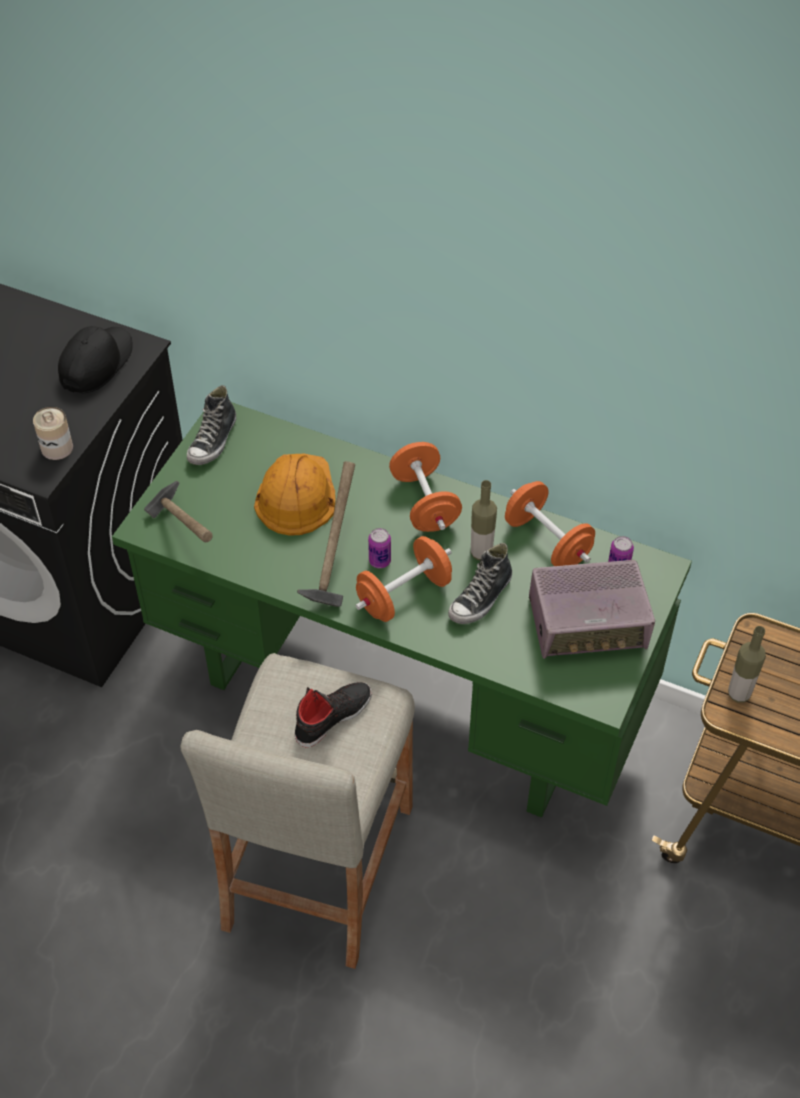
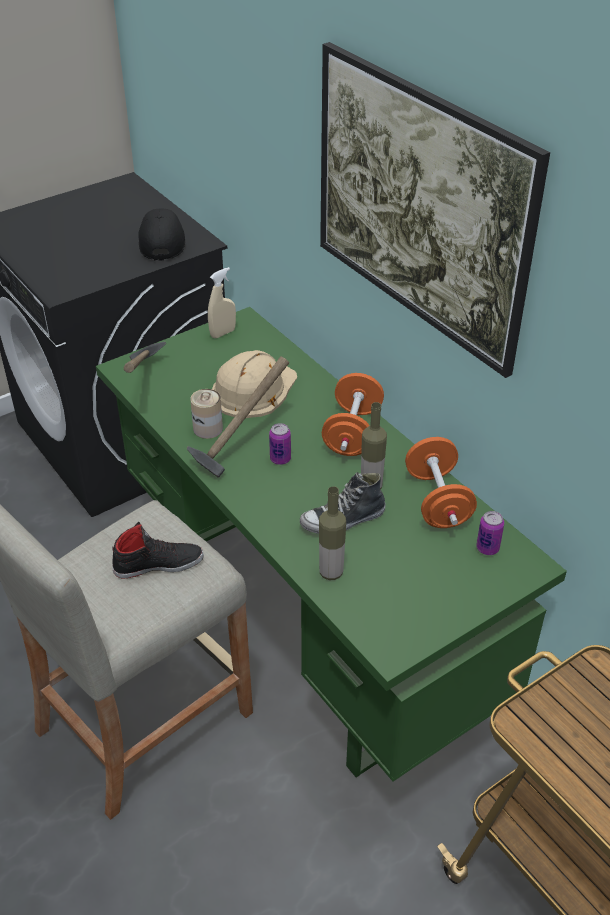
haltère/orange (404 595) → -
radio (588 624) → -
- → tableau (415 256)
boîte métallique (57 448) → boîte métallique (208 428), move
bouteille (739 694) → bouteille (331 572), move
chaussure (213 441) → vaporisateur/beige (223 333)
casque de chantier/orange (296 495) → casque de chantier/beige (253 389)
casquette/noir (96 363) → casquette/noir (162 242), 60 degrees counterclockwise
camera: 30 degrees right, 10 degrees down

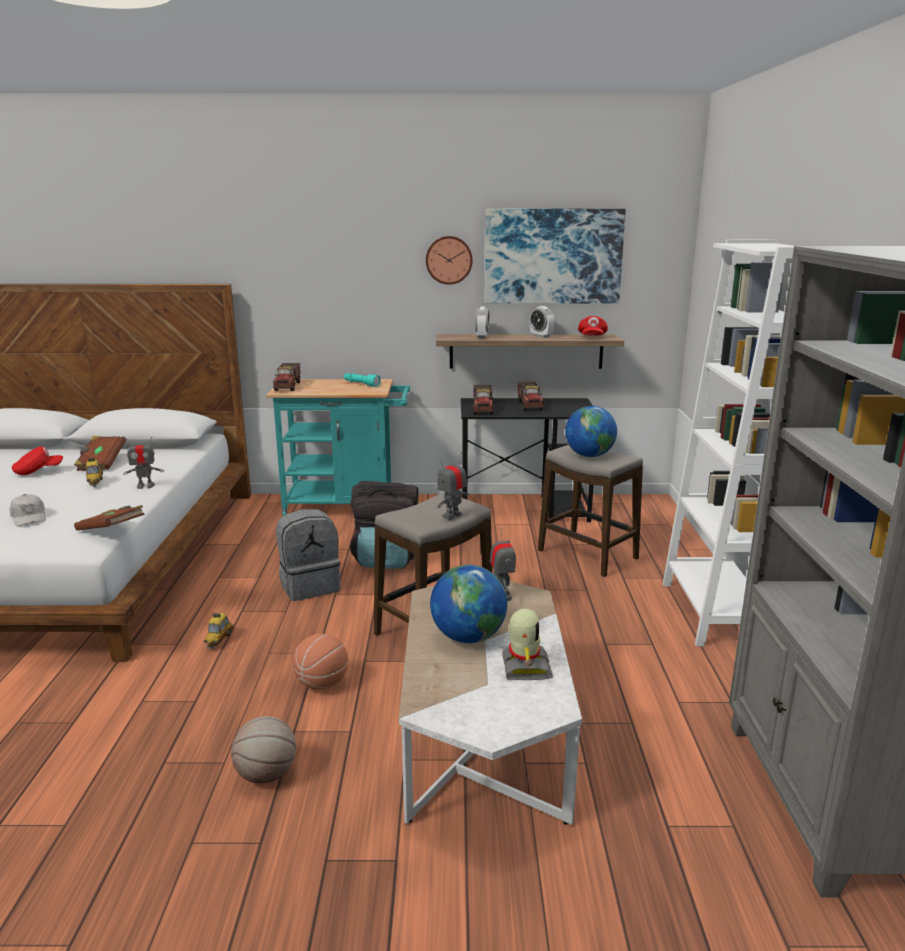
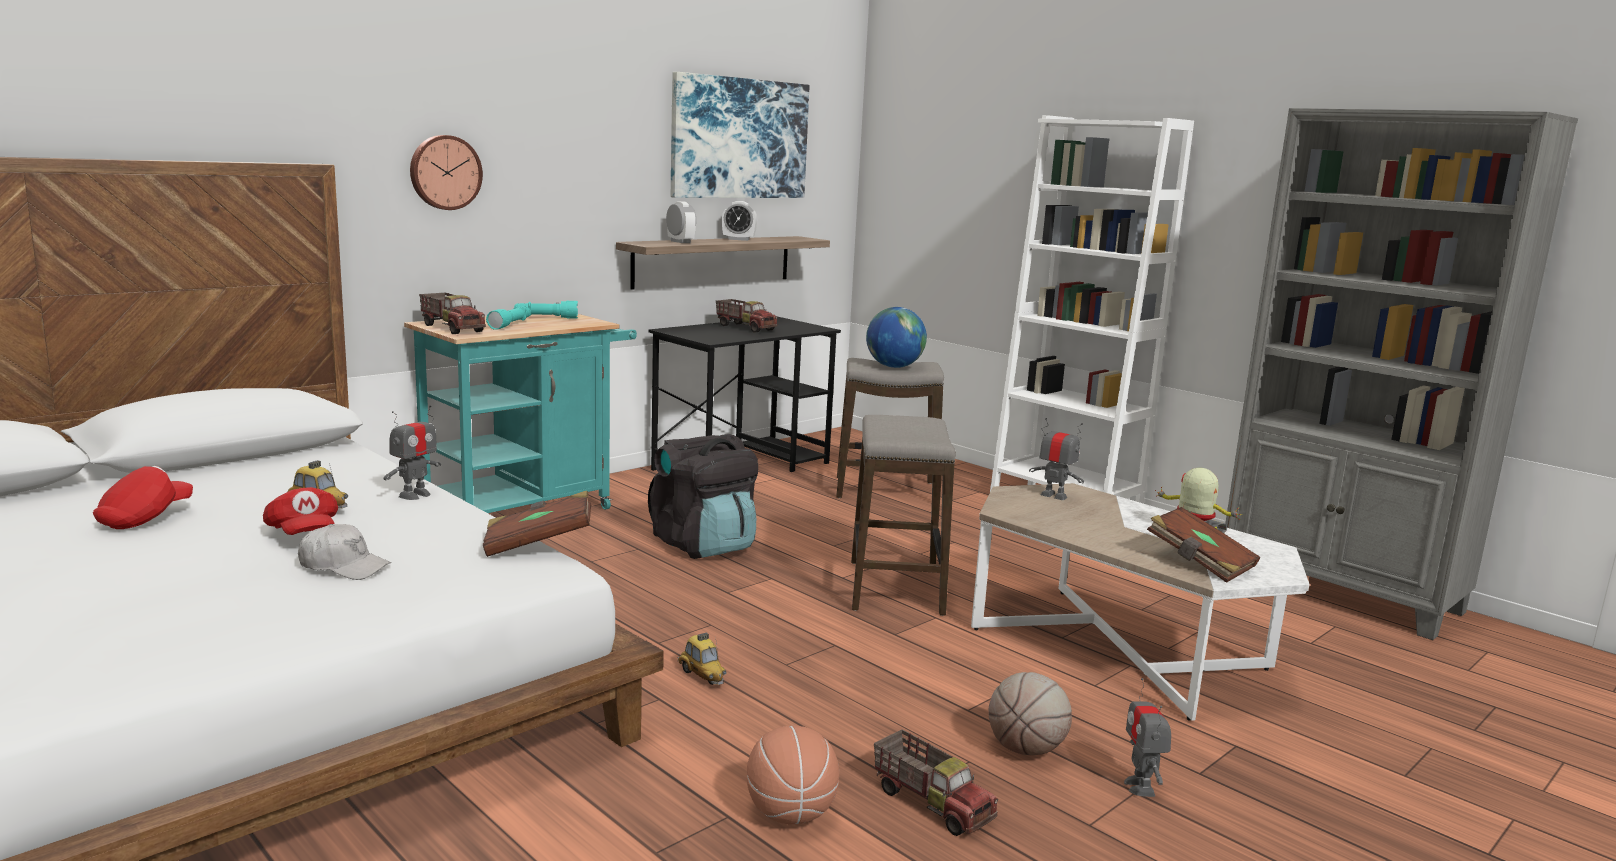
sac à dos/gris (310 586) → -
globe (468 637) → -
- → lampe de poche/turquoise (511 325)
livre/marron (101 463) → livre/marron (1199 563), move
ballon de basket (322 683) → ballon de basket (790 814), move
horloge murale (449 260) → horloge murale (444 172), move
robot jouet (452 516) → robot jouet (1140 787), move
camion jouet (483 409) → camion jouet (932 803), move
casquette/rouge (592 337) → casquette/rouge (303 534), move
camera: 45 degrees left, 5 degrees down

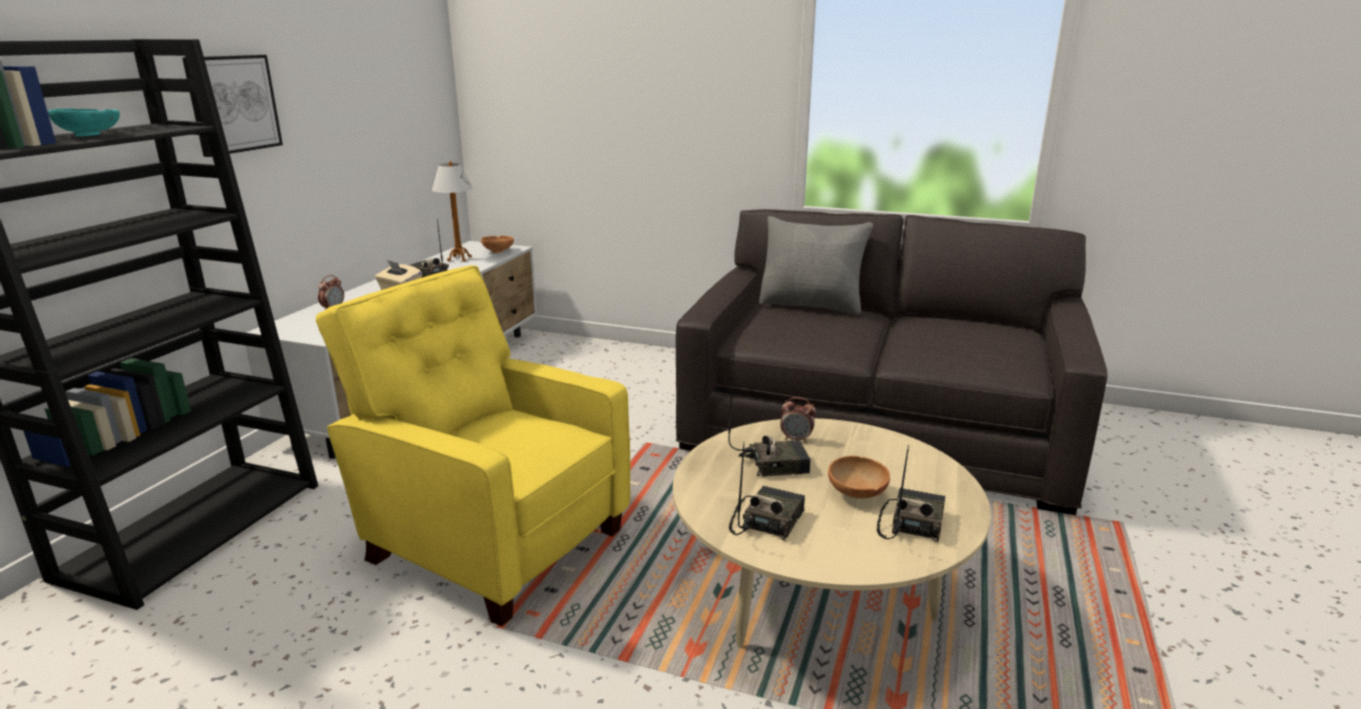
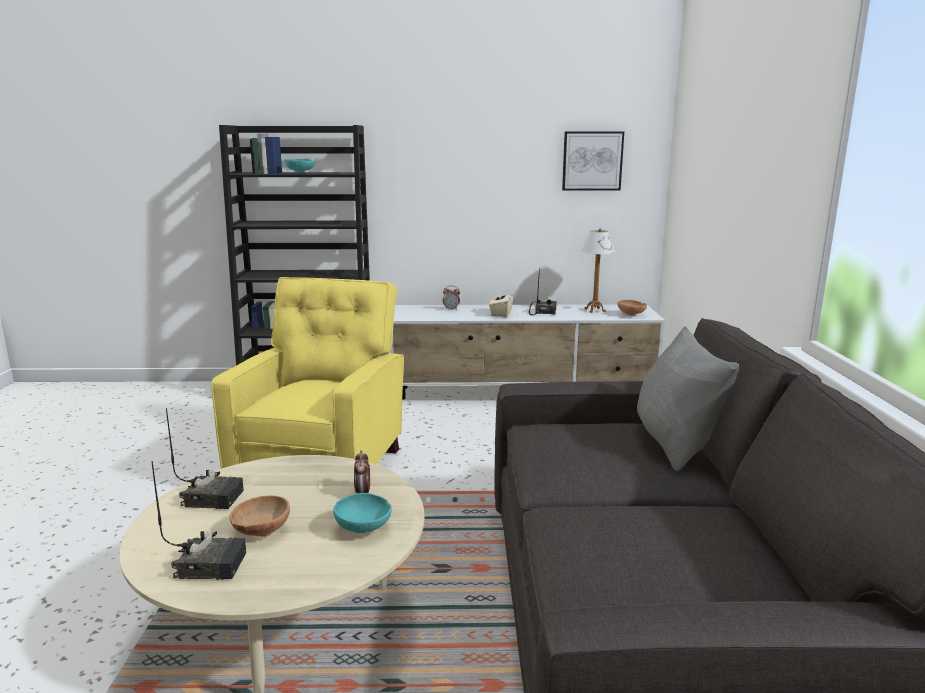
radio (774 463) → -
- → bol/turquoise (364 529)
tableau (232 104) → tableau (592 161), move
camera: 70 degrees right, 5 degrees down

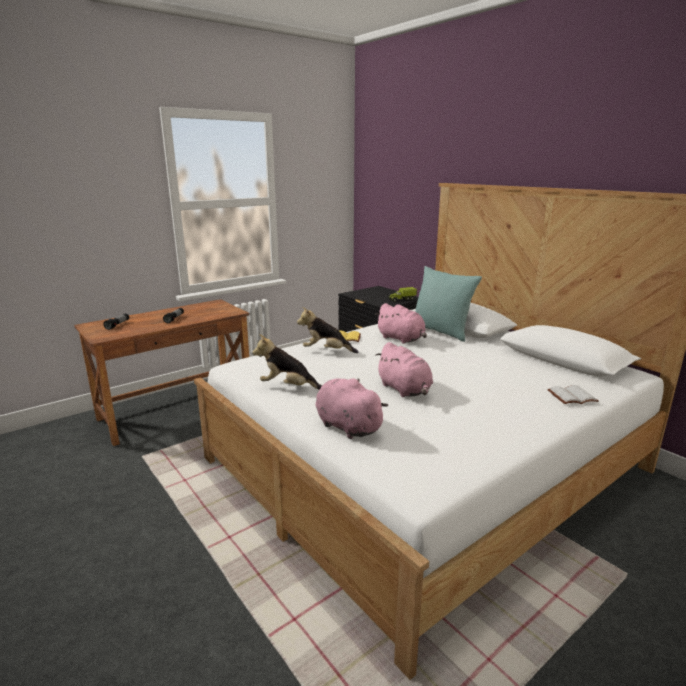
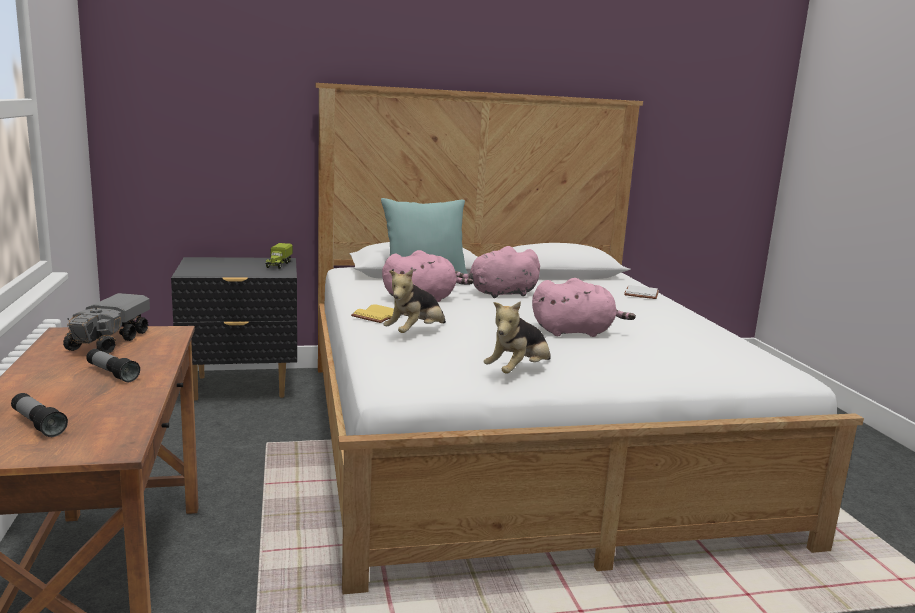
- → camion jouet (109 341)
peluche/rose (346 426) → peluche/rose (500 294), move
camera: 65 degrees left, 5 degrees down

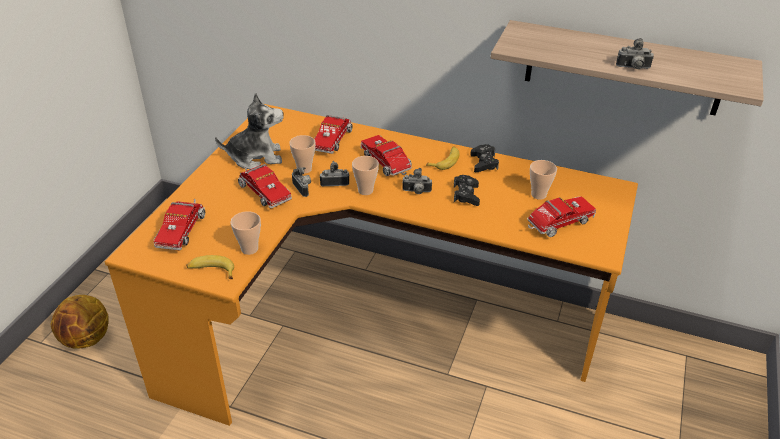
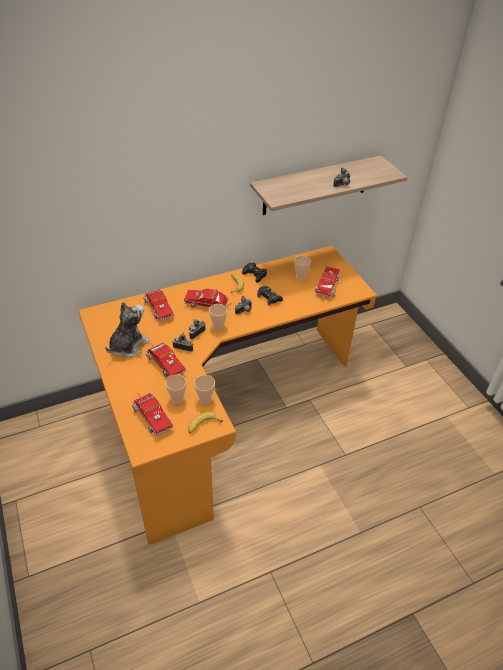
ballon de basket (86 339) → -
tasse (304 169) → tasse (177 399), move
camion jouet (263 192) → camion jouet (164 364), 45 degrees clockwise
camera: 45 degrees left, 5 degrees up

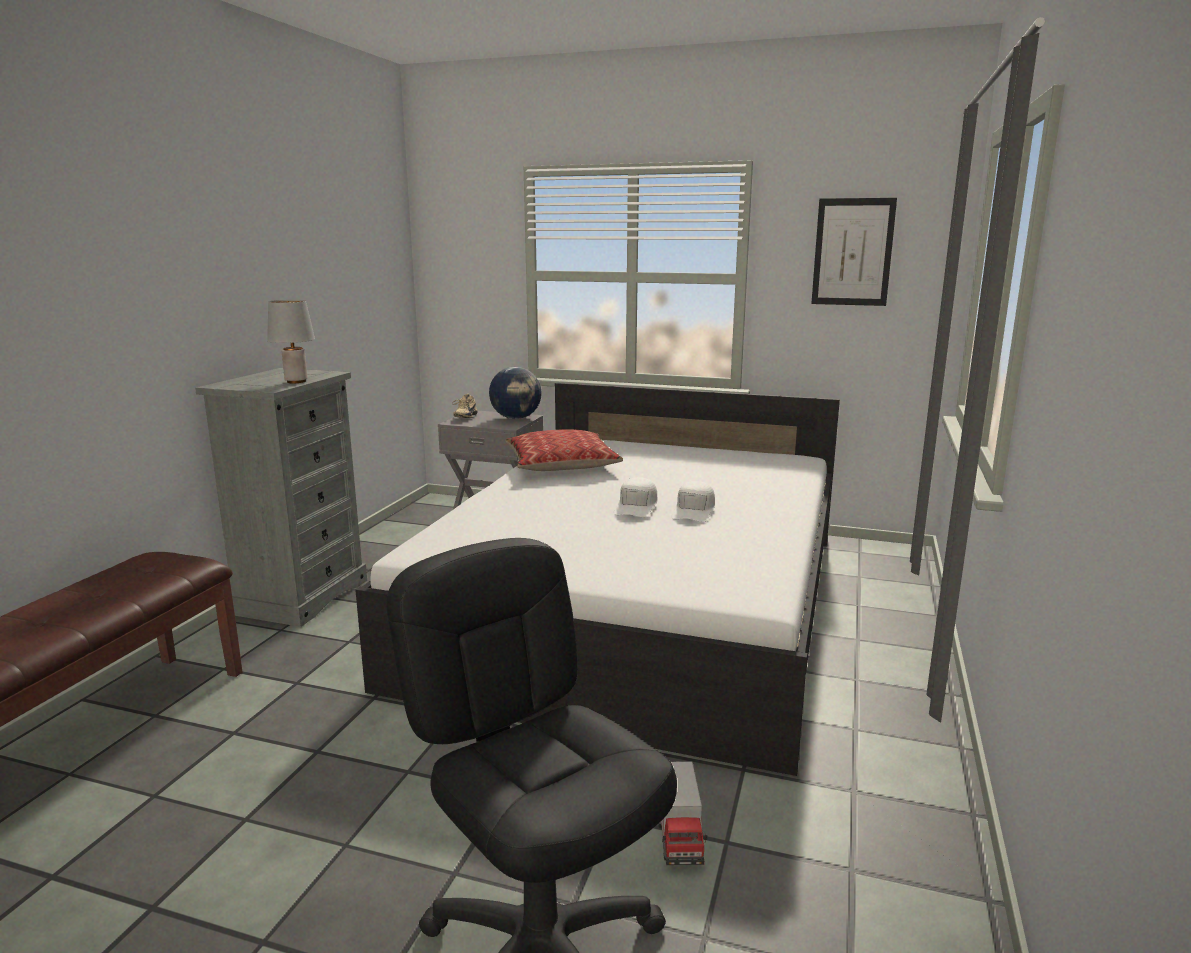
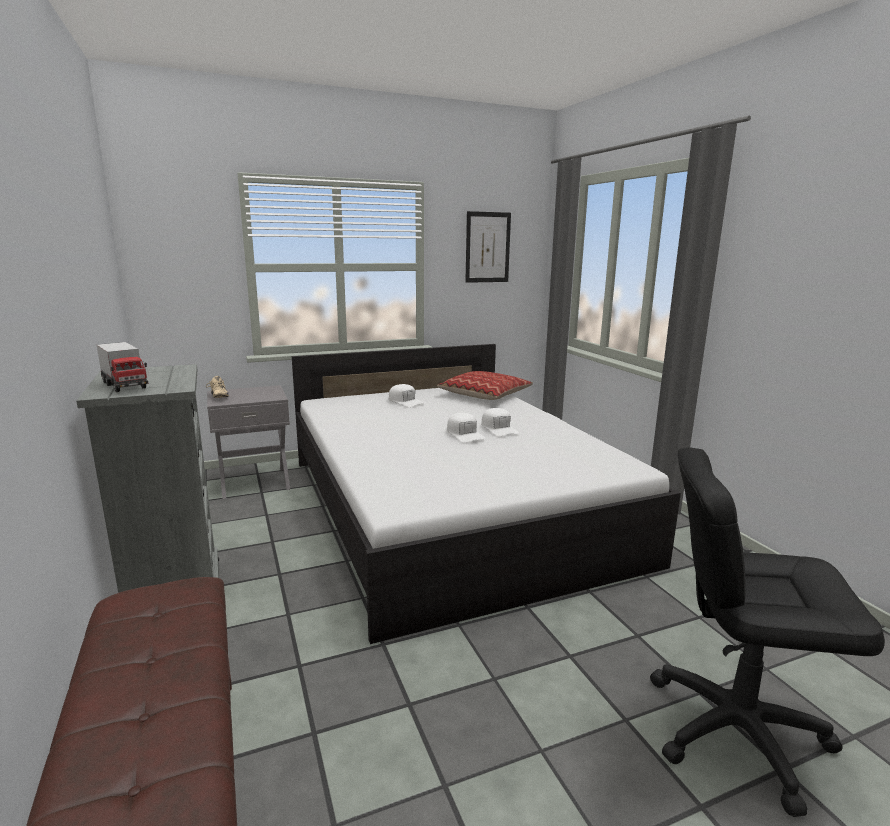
lampe de table/gris (295 381) → -
globe (516 418) → -
- → casquette/blanc (405 401)
coussin (561 464) → coussin (485 395), move
camion jouet (678 836) → camion jouet (125 385), move
camera: 40 degrees left, 0 degrees up

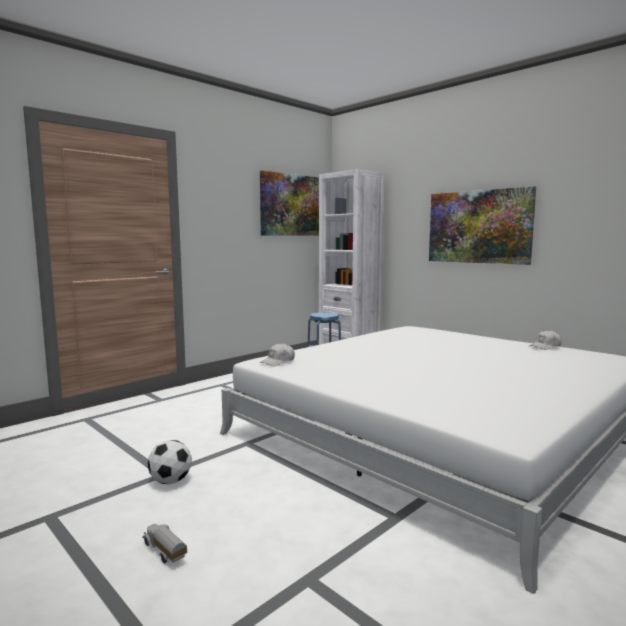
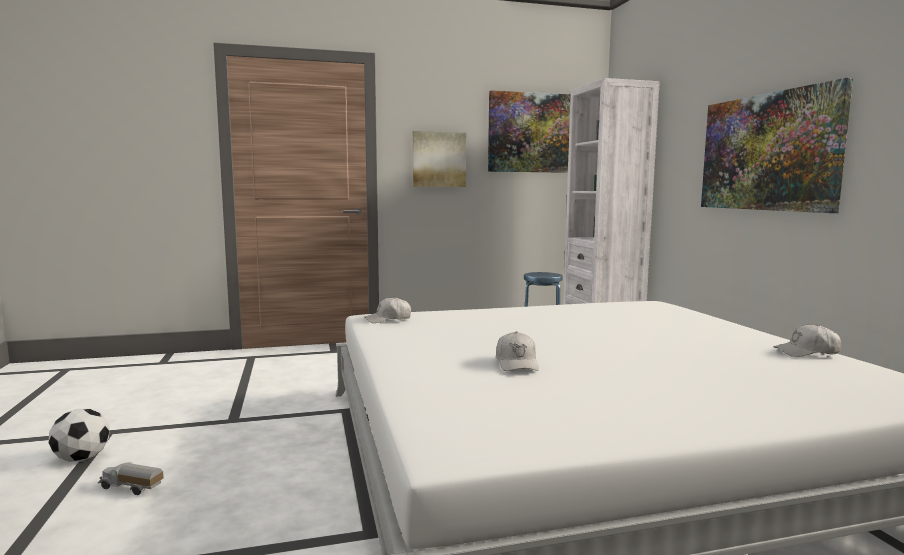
- → tableau (439 159)
- → casquette/blanc (517 363)
ballon de foot (170 481) → ballon de foot (82 458), move
camion jouet (164 552) → camion jouet (131 488), 60 degrees counterclockwise
camera: 30 degrees right, 0 degrees up

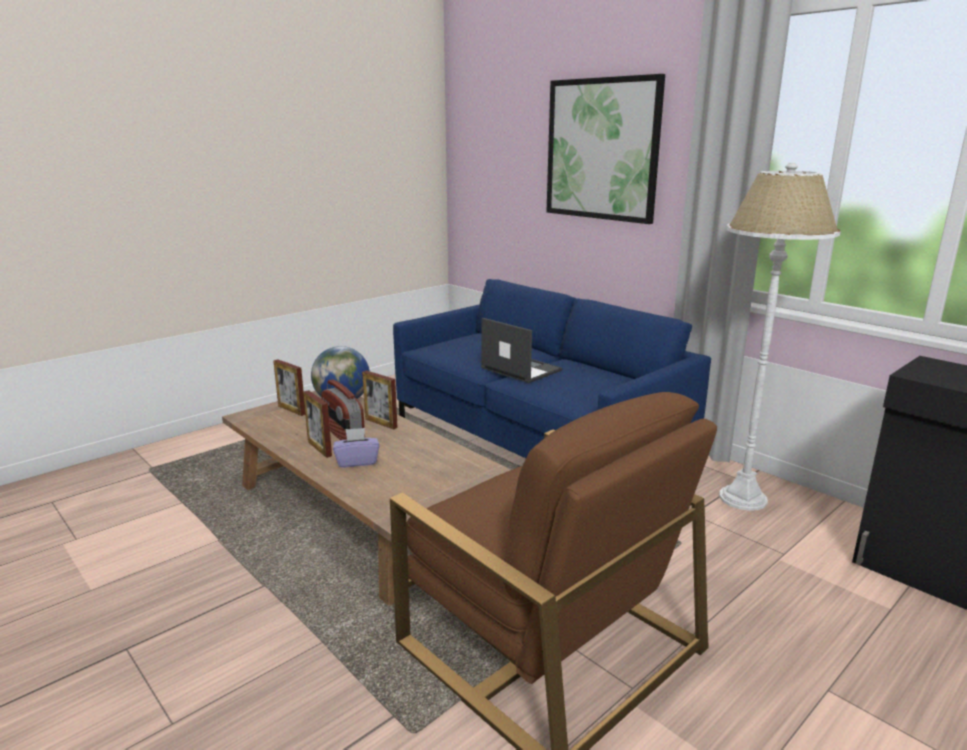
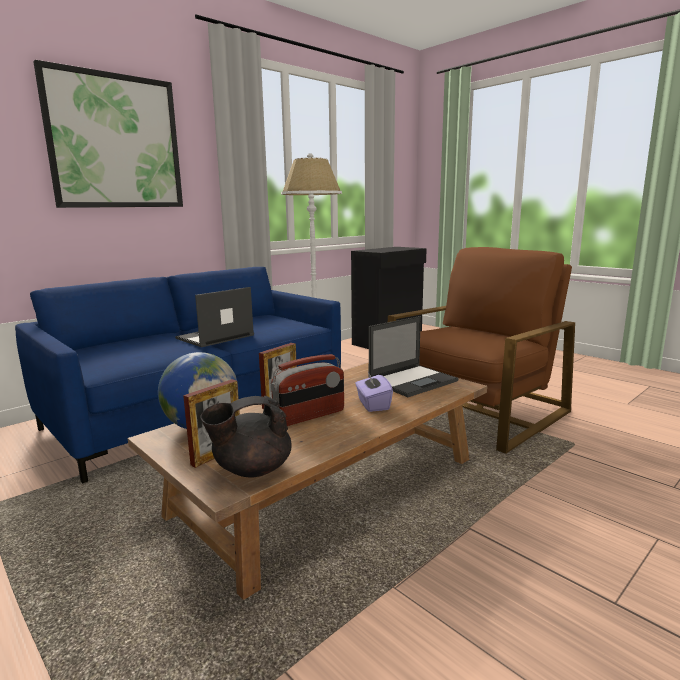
cadre photo (319 449) → -
- → théière/noir (251 470)
- → ordinateur portable (413 381)
camera: 90 degrees left, 5 degrees down

